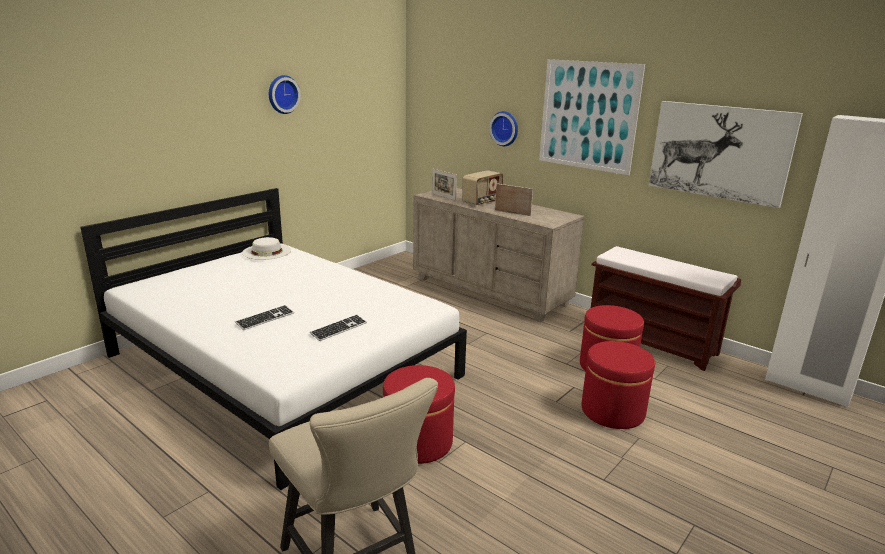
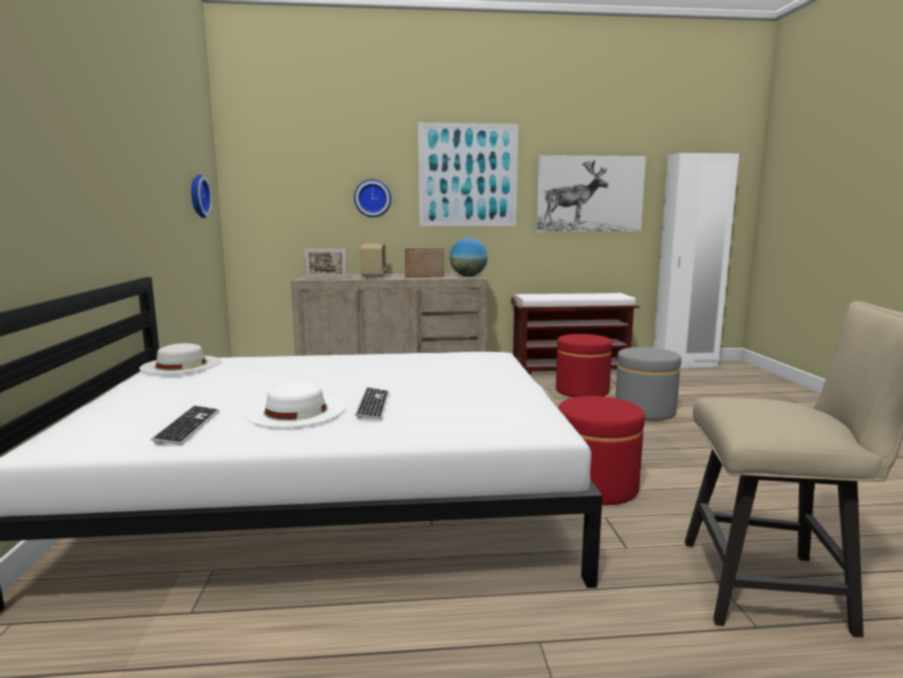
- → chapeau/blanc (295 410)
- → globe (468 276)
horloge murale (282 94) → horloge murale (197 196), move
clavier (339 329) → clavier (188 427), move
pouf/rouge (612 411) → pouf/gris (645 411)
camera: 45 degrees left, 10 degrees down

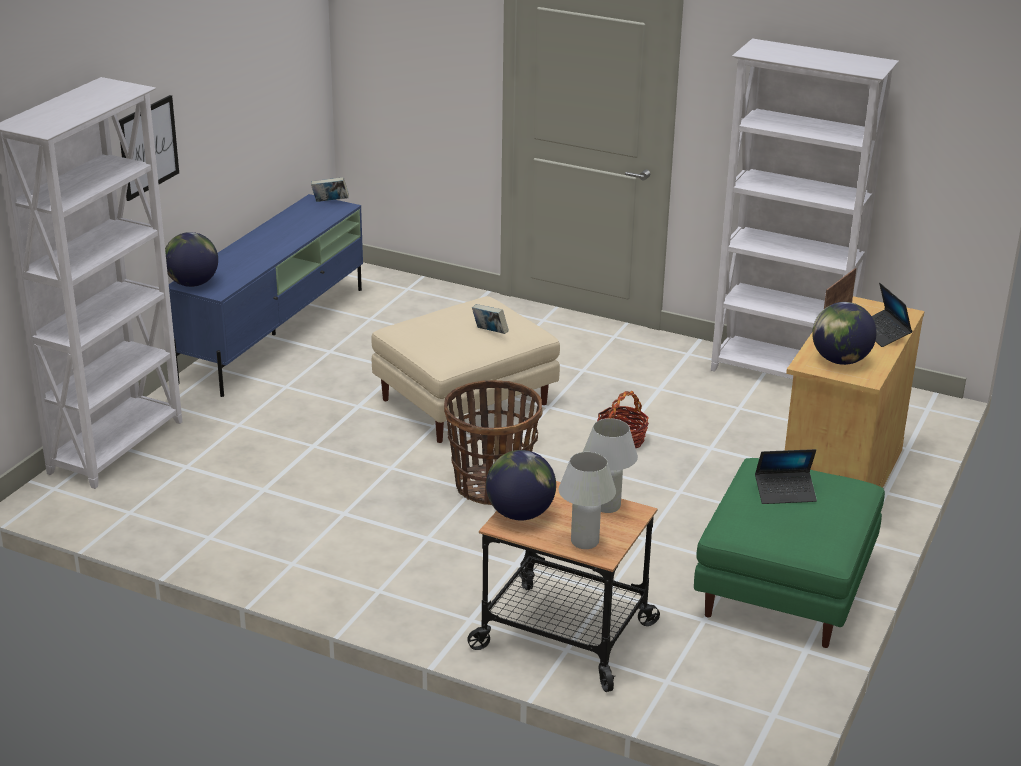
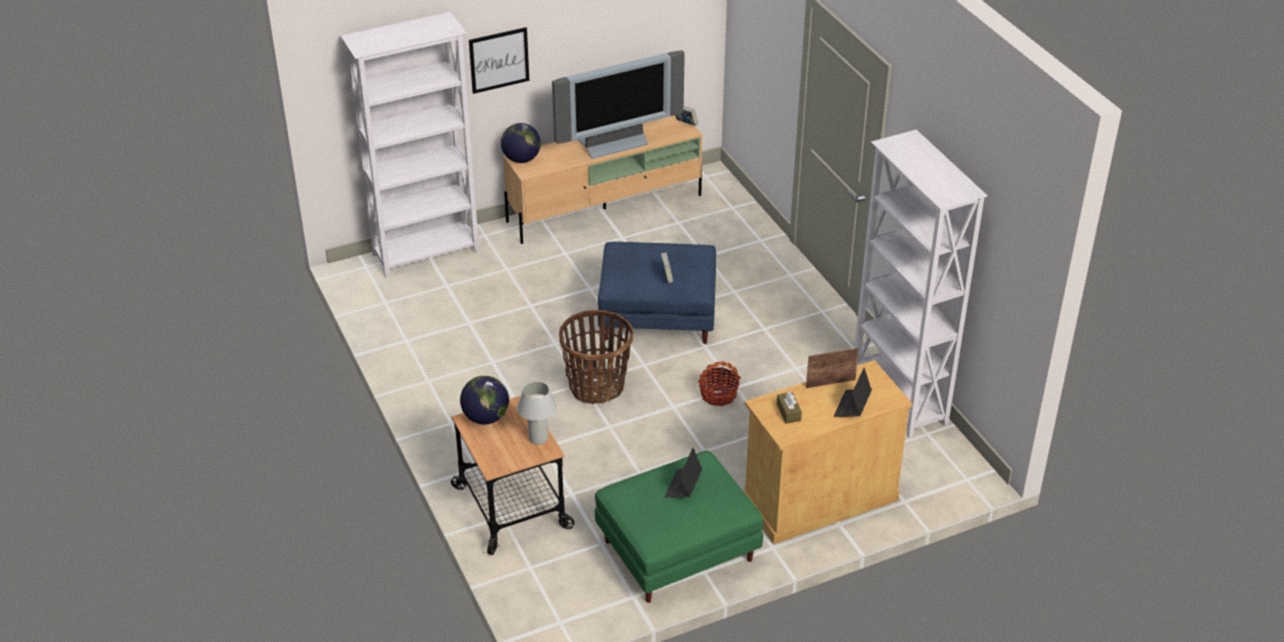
lampe de table/blanc (584 542) → -
- → téléviseur (614 143)
globe (840 360) → boîte à mouchoirs/marron (788 412)
meuble télé/bleu (275 333) → meuble télé/beige (606 208)
pouf/beige (466 401) → pouf/bleu (659 316)
ordinateur portable (785 493) → ordinateur portable (683 487), 75 degrees clockwise
camera: 40 degrees right, 10 degrees up

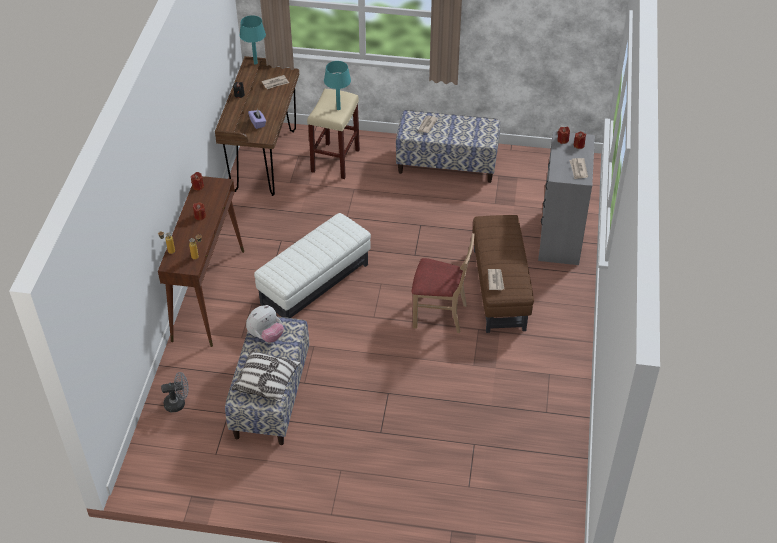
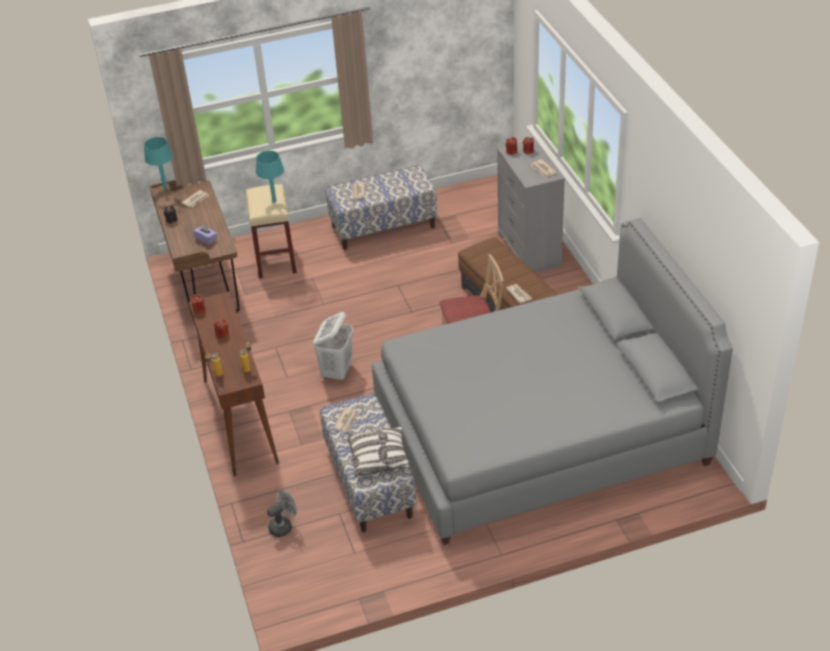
- → lit/gris (539 433)
peluche (266 335) → journal (347 420)
pouf/blanc (315 284) → panier à linge/blanc (337 371)
camera: 25 degrees left, 5 degrees down

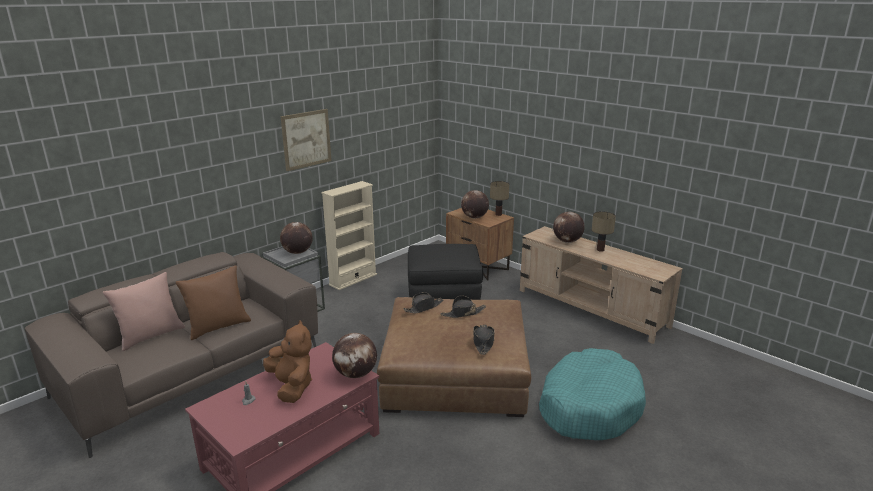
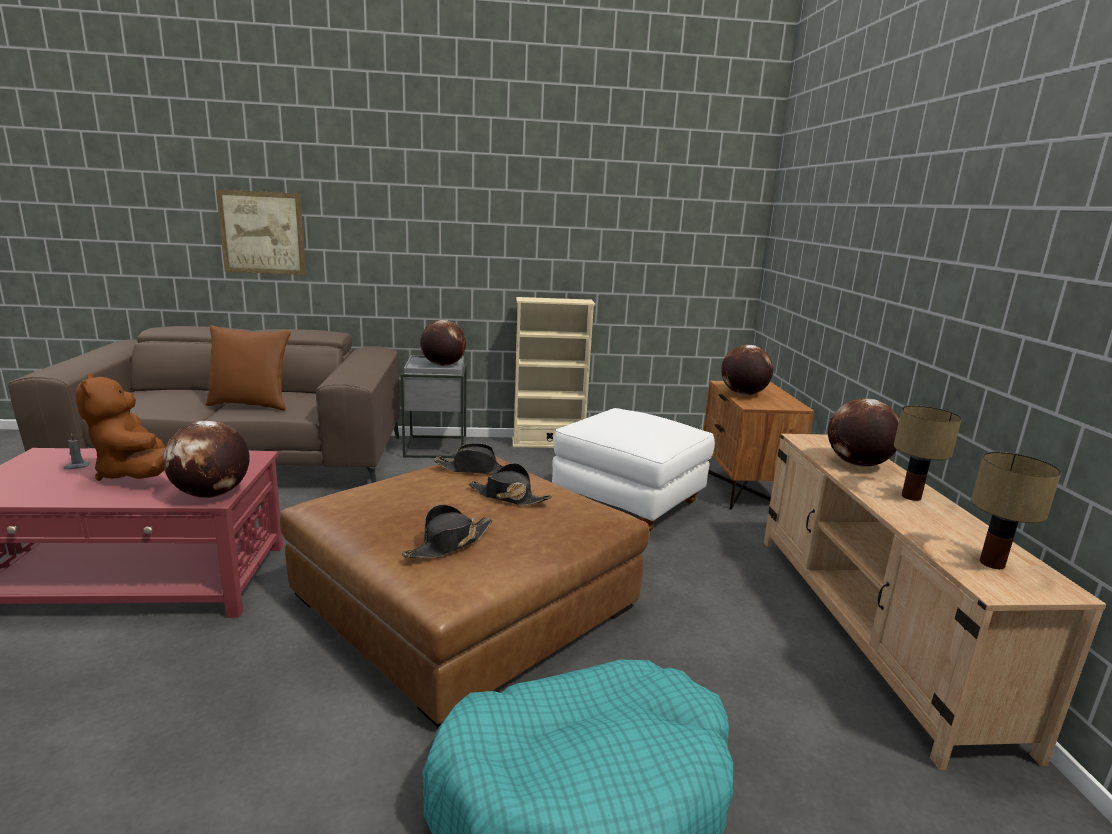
coussin/rose (151 336) → -
tableau (306 139) → tableau (262 233), move
lampe de table (498 214) → lampe de table (991 563), move
pouf/noir (444 296) → pouf/blanc (629 502)
peluche/marron (292 387) → peluche/marron (135 474), 135 degrees clockwise
camera: 40 degrees right, 5 degrees down

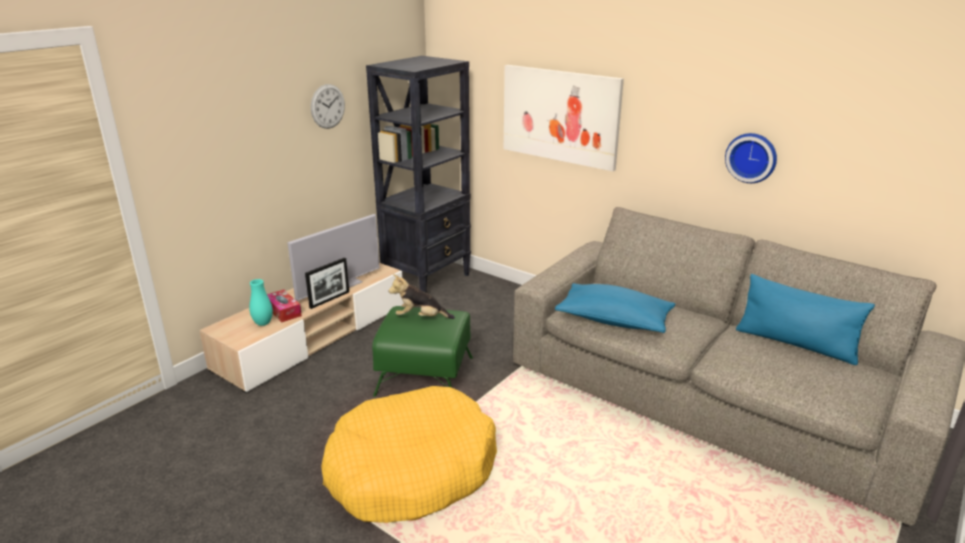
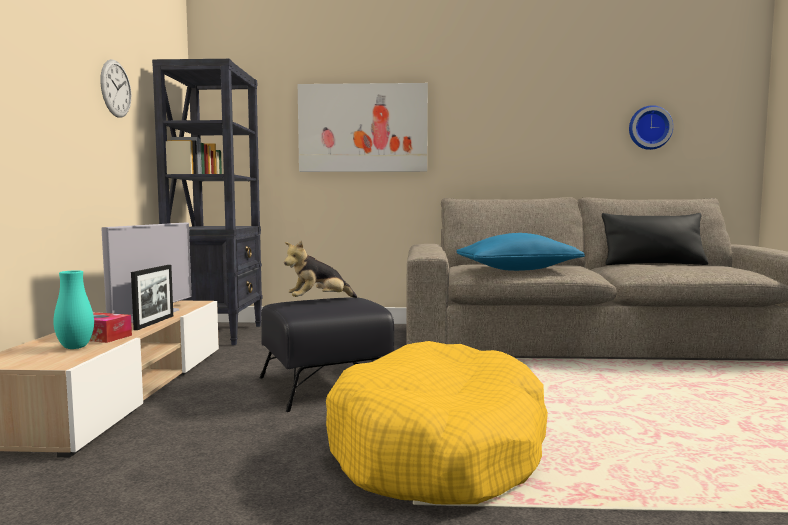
horloge murale (751 157) → horloge murale (649 128), move
pouf/vert (425 376) → pouf/noir (327 385)
coussin/bleu (795 344) → coussin/noir (653 264)
camera: 35 degrees left, 20 degrees down

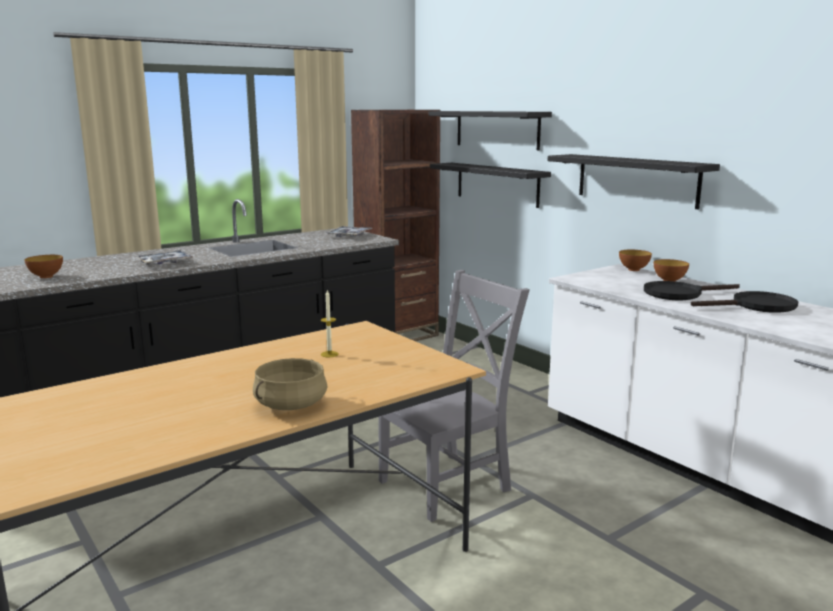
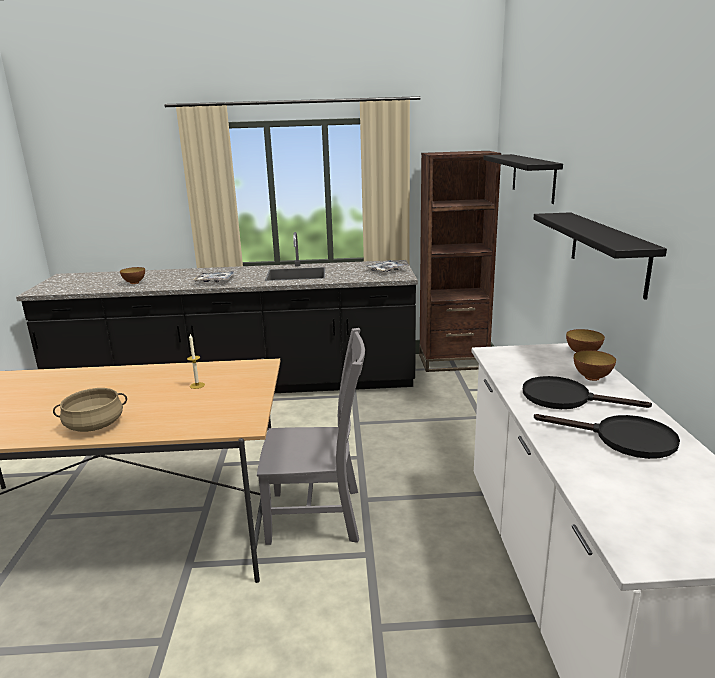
étagère/noir (497 184) → -
camera: 35 degrees right, 5 degrees up

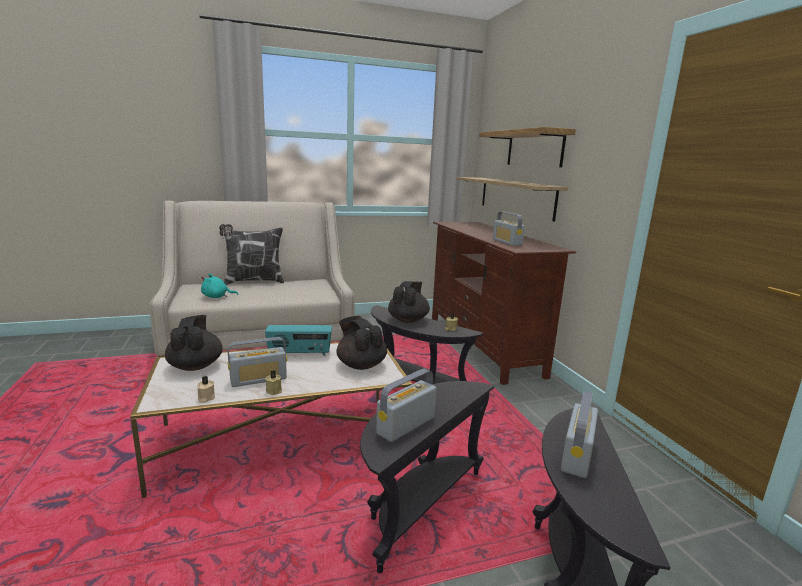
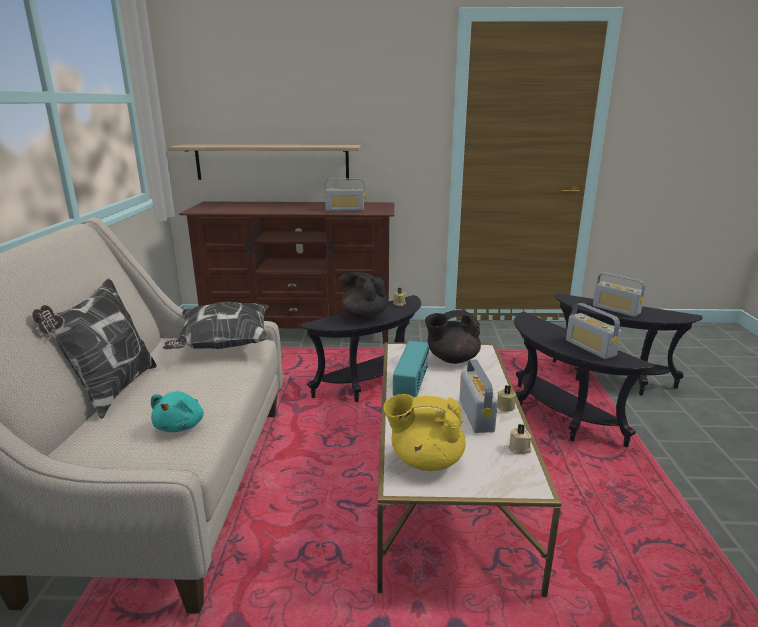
étagère (534 149) → -
- → coussin (223 346)
théière/noir (195 366) → théière/jaune (425 460)
camera: 70 degrees left, 5 degrees up

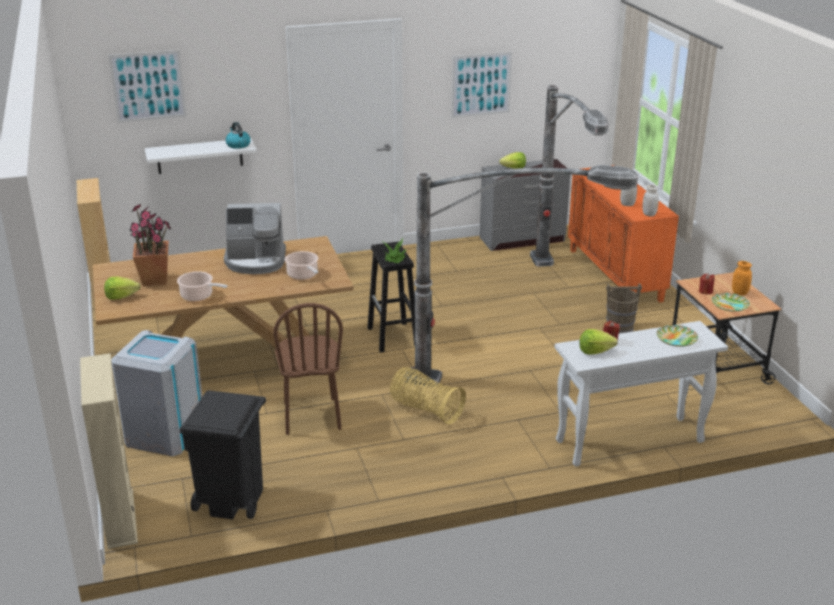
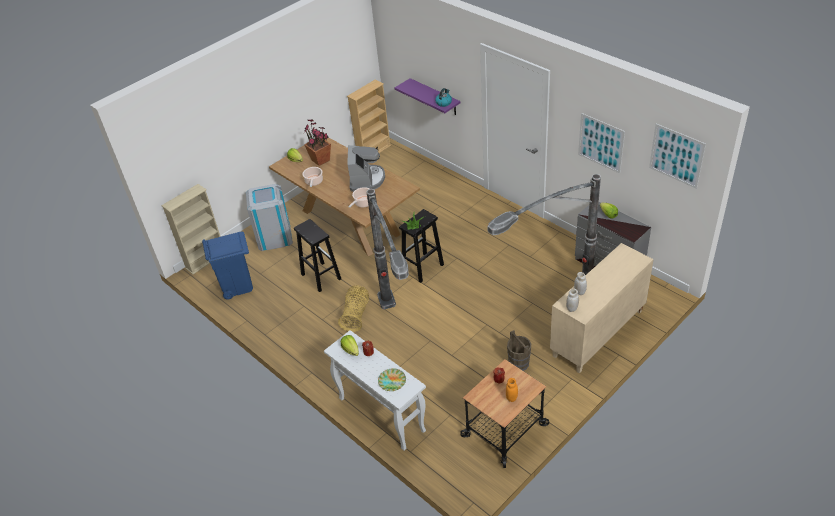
assiette (730 304) → -
tableau (148 86) → tableau (676 156), move
chaise/marron (311 416) → tabouret/noir (320 276)
étagère/blanc (200 156) → étagère/violet (435 97)
poubelle/noir (231 499) → poubelle/bleu (237 285)
meuble de rangement/orange (615 275) → meuble de rangement/beige (598 334)
machine à café (256 261) → machine à café (366 180), 150 degrees counterclockwise
camera: 65 degrees right, 15 degrees up

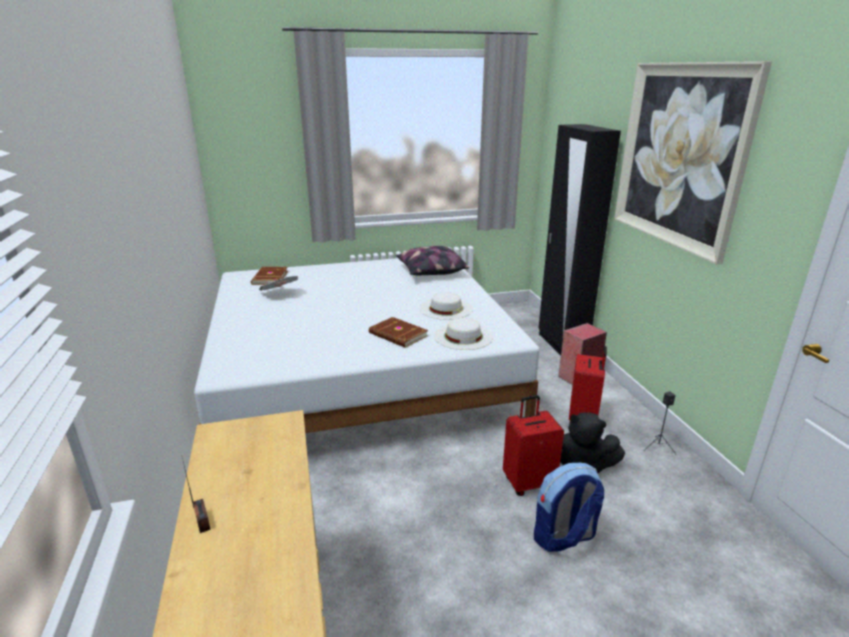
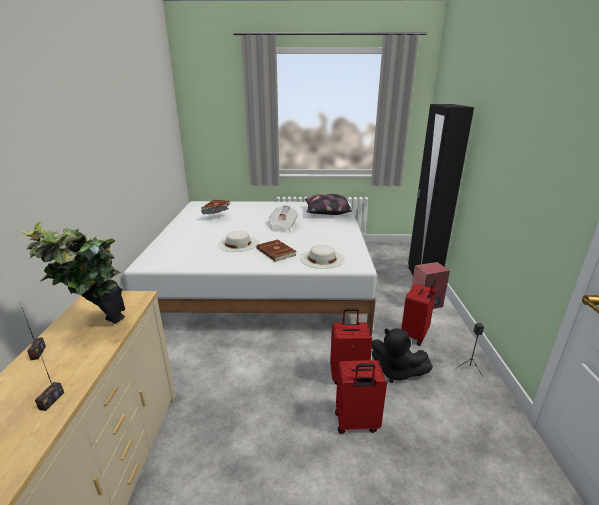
tableau (680 156) → -
- → plante en pot (99 330)
- → radio (51 401)
- → journal (282 226)
chapeau/blanc (446 308) → chapeau/blanc (238 243), move
sac à dos (563 537) → valise/rouge (356 423)
camera: 15 degrees right, 0 degrees up

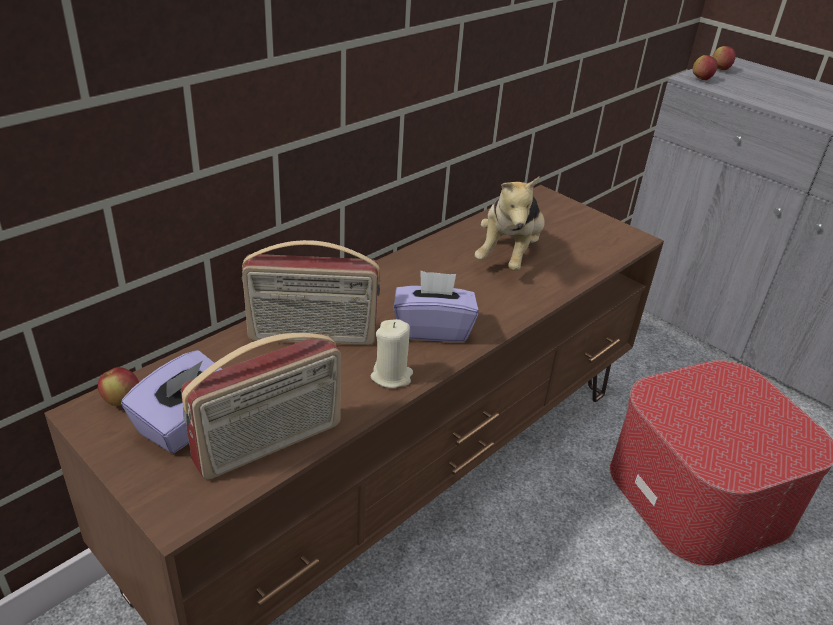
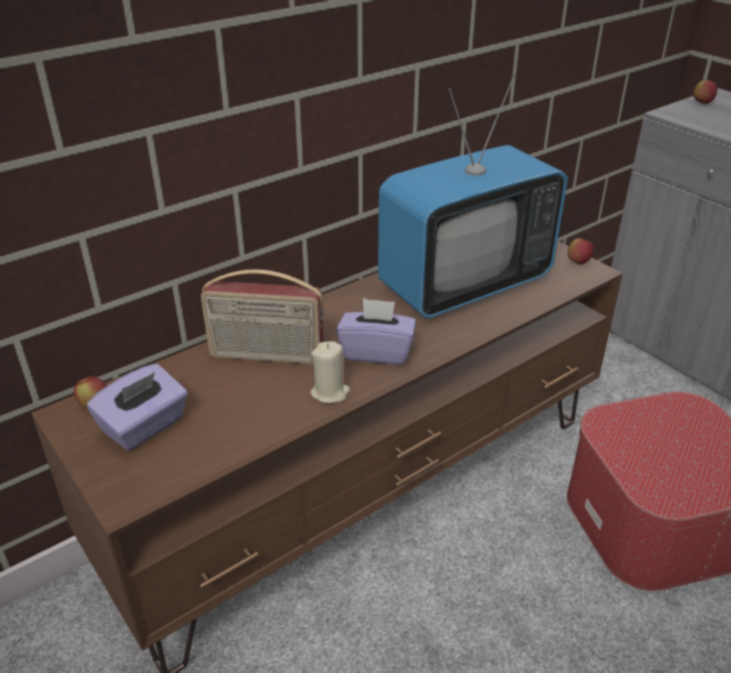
radio (270 445) → -
pomme (701 79) → pomme (578 262), move
peluche (509 255) → téléviseur (464 285)
camera: 10 degrees right, 0 degrees up

